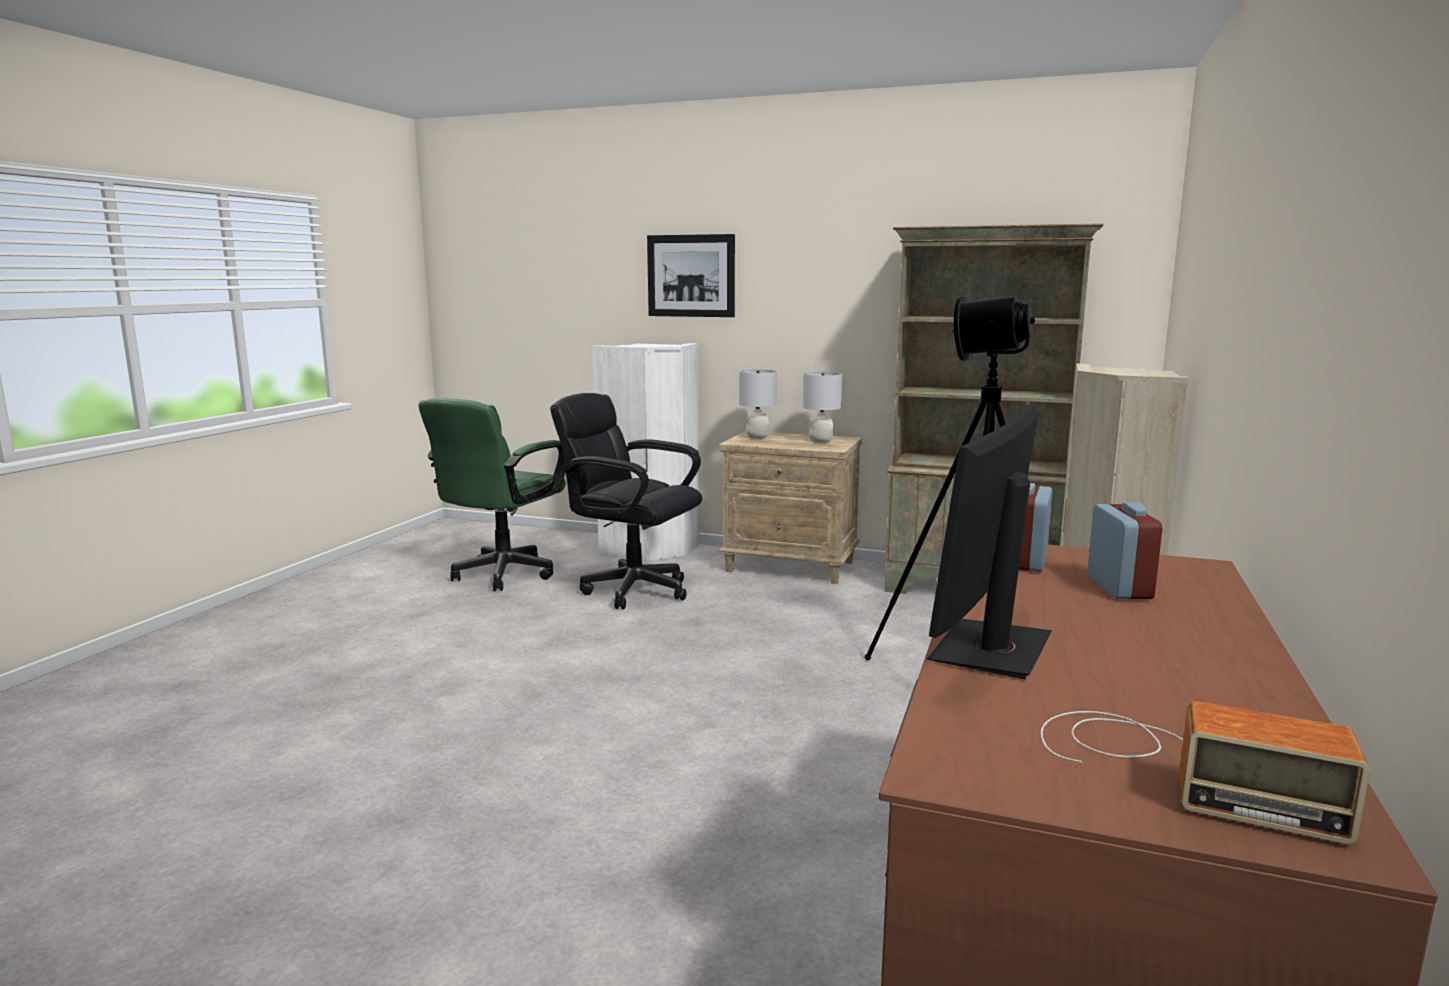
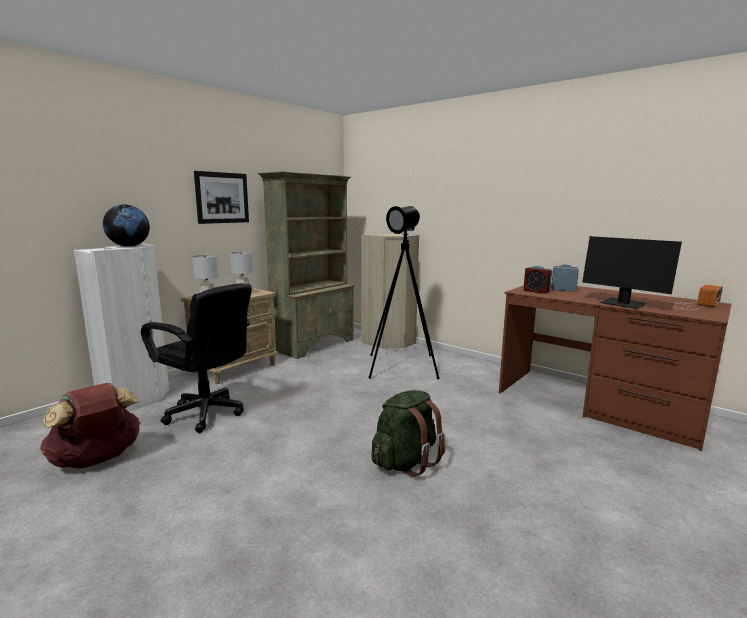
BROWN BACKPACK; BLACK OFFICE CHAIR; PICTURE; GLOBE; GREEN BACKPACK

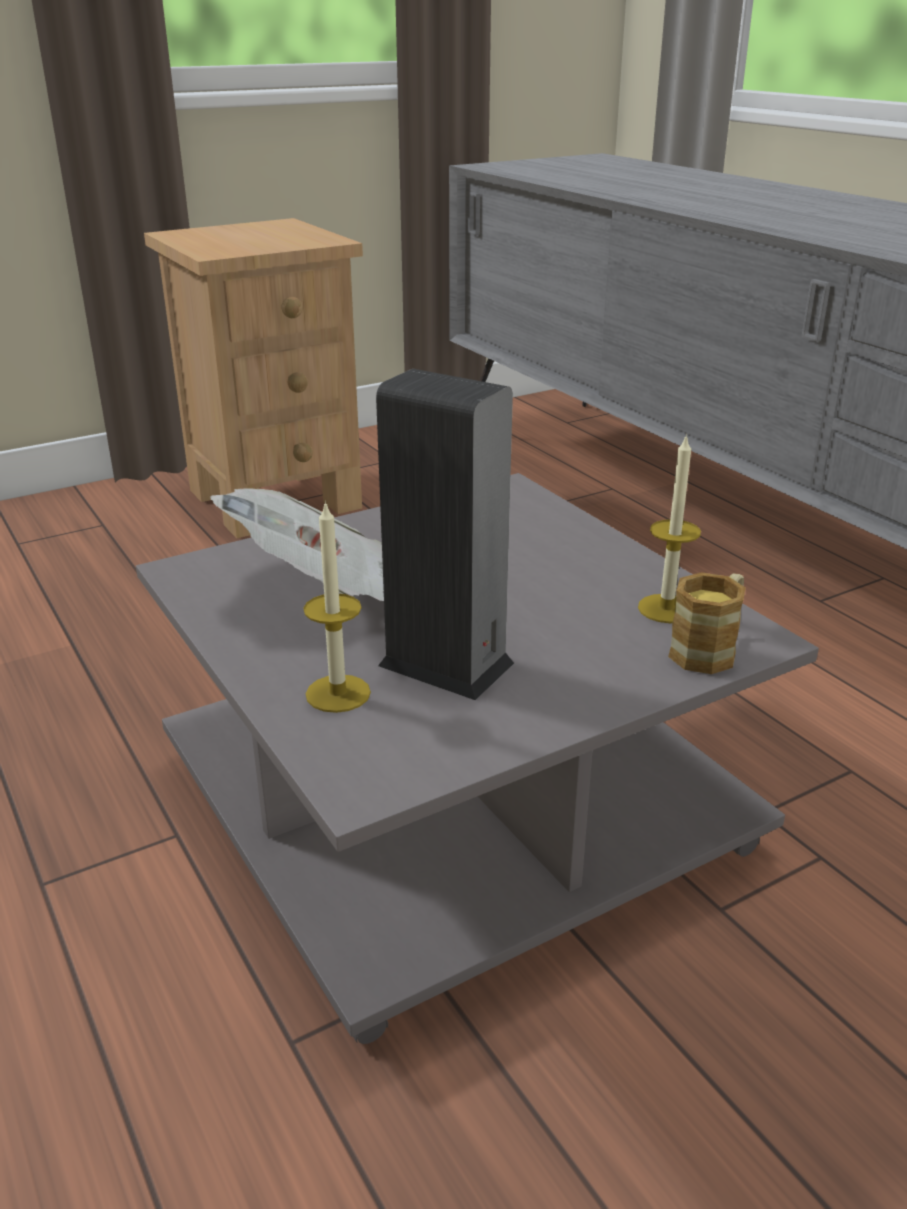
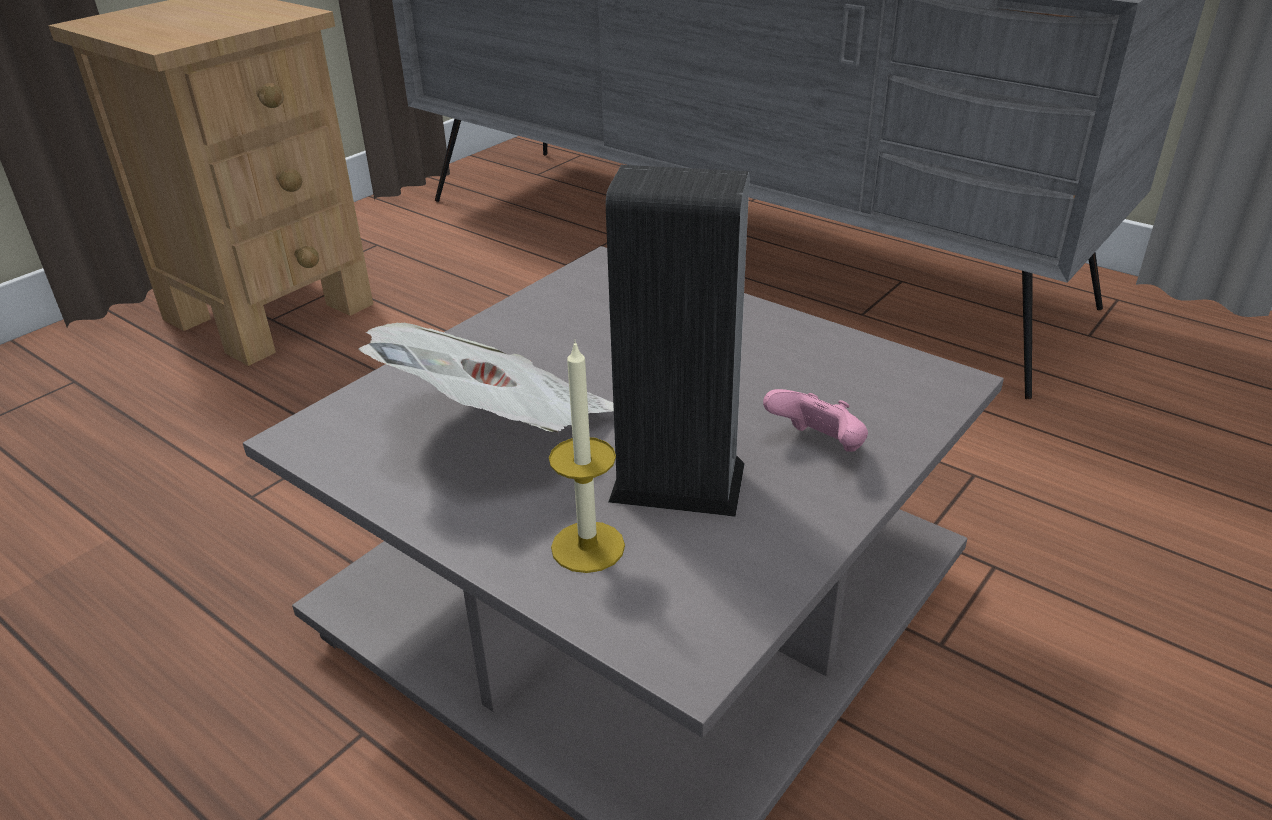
CANDLE (no. 2 from left in the first image); MUG; PINK GAME CONTROLLER

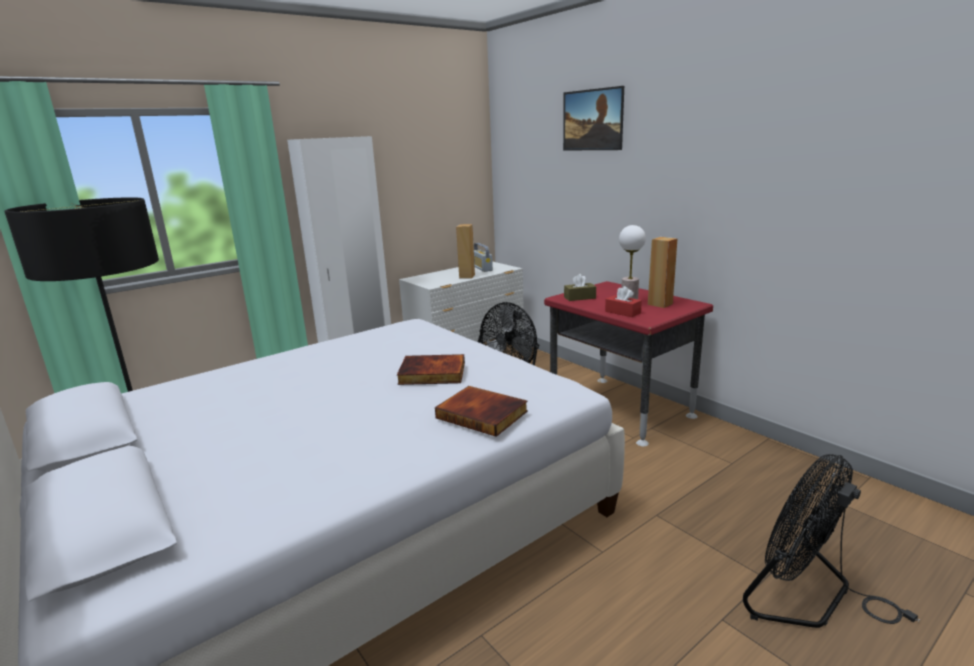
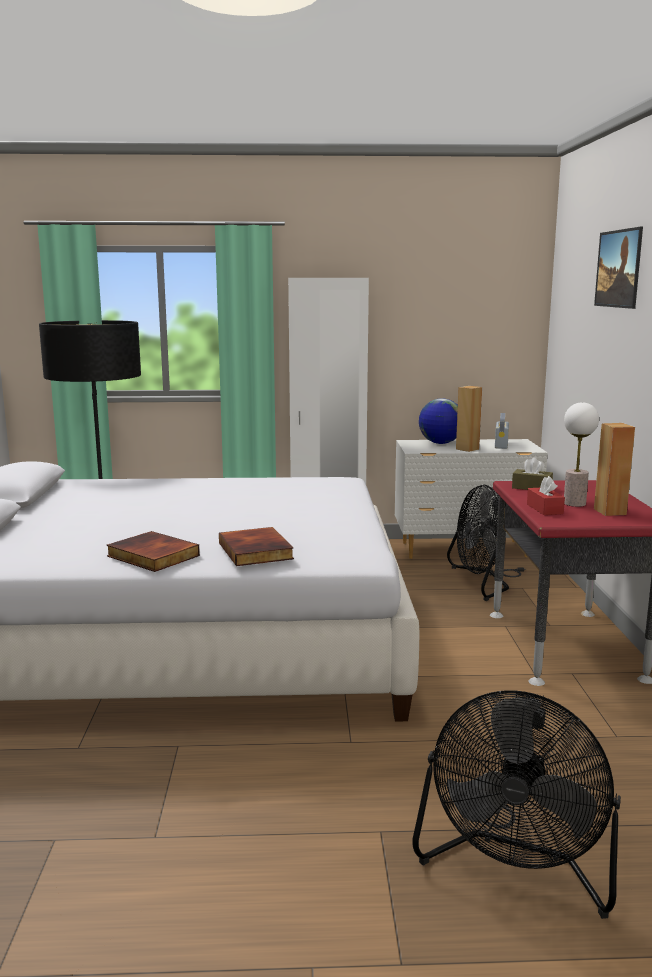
BOOK (no. 1 from left); BLACK FAN (no. 2 from left); GLOBE

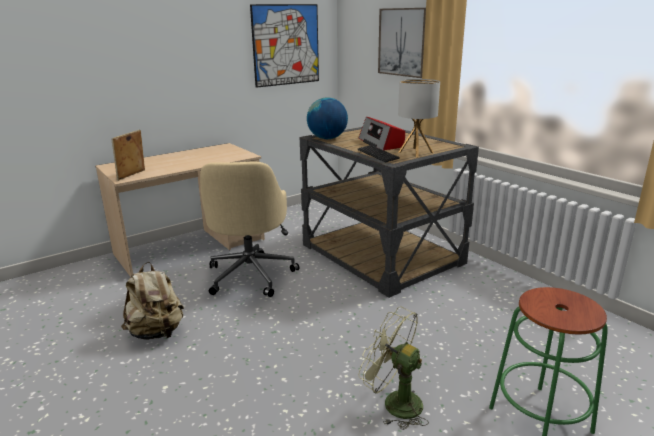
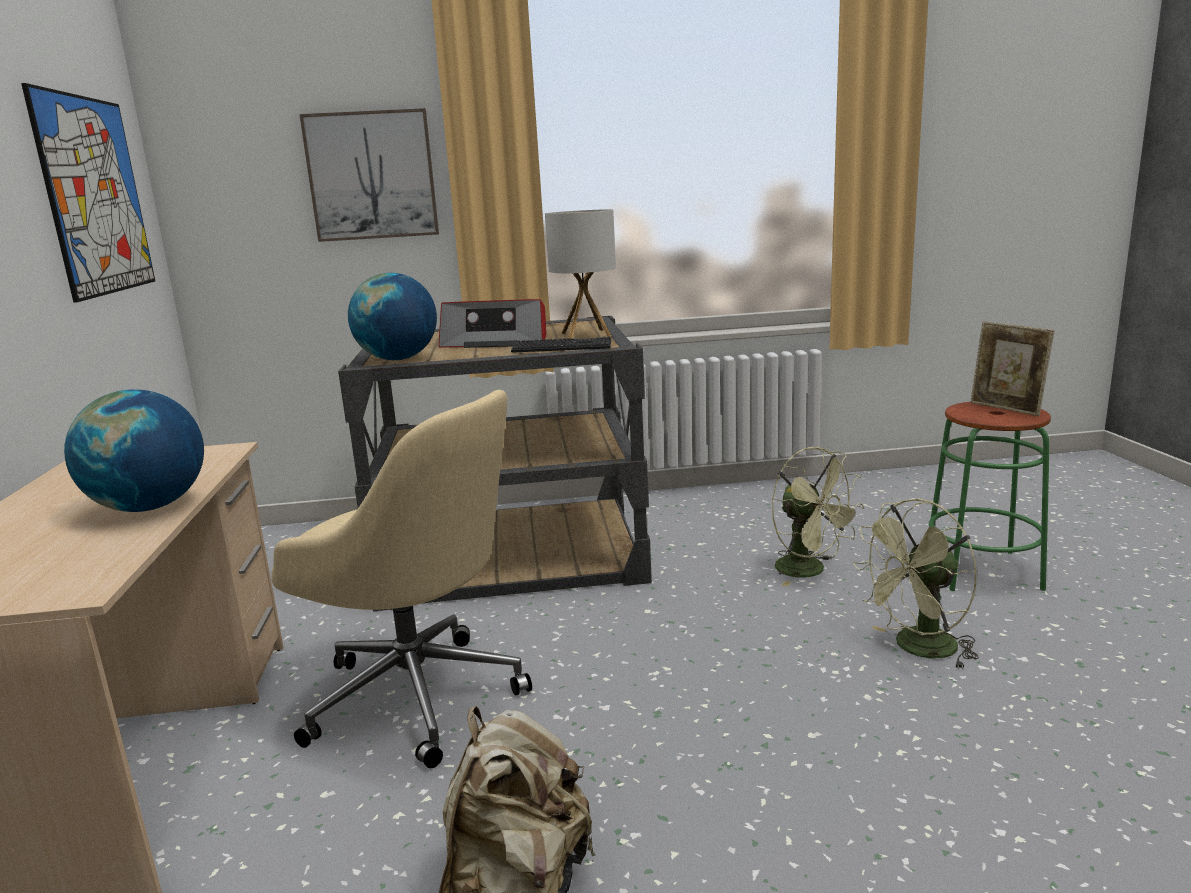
PICTURE FRAME; GLOBE (no. 1 from left); GREEN FAN (no. 1 from left)

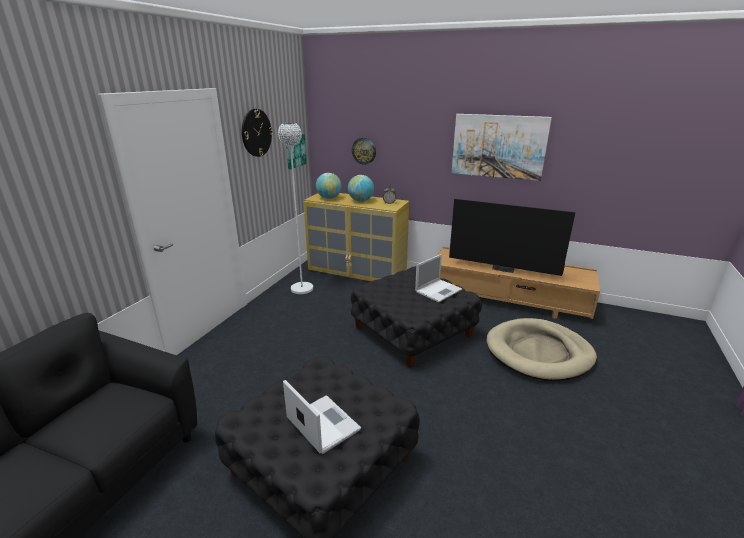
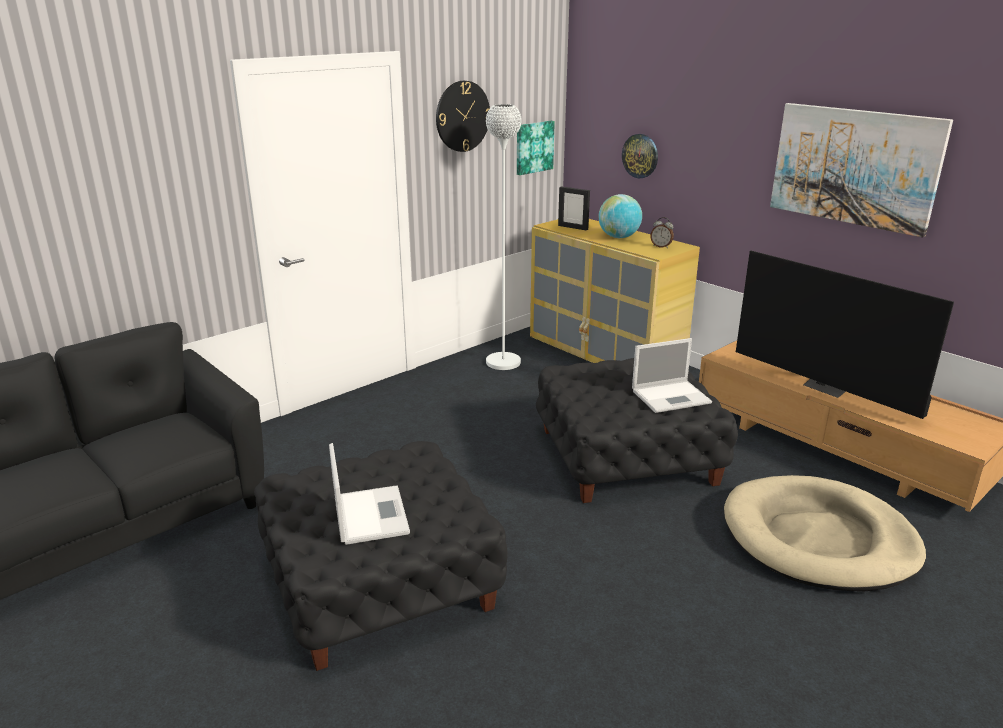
PICTURE FRAME

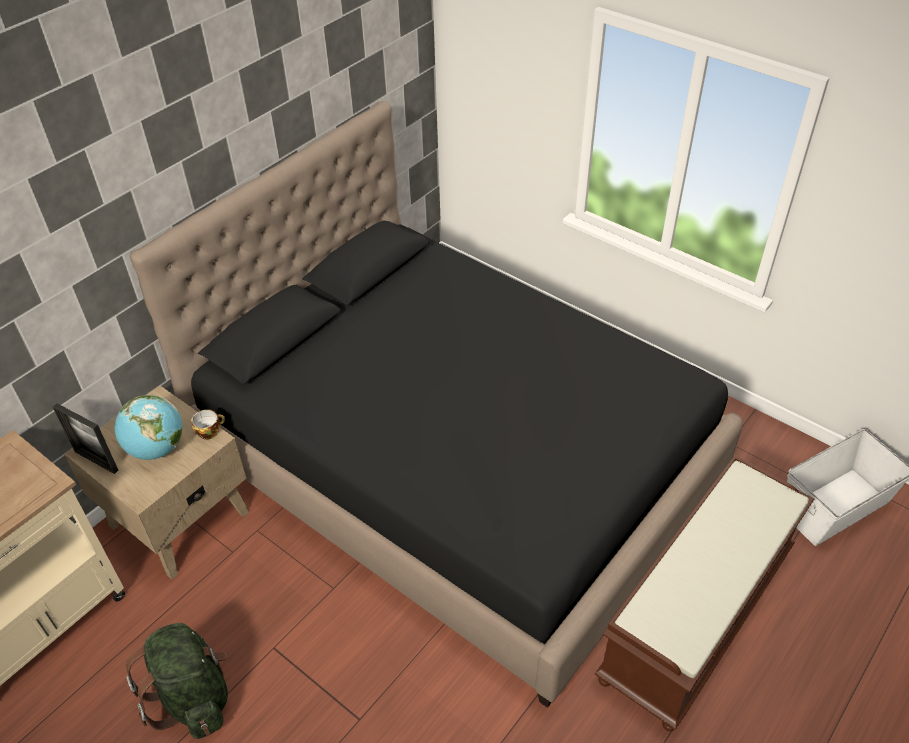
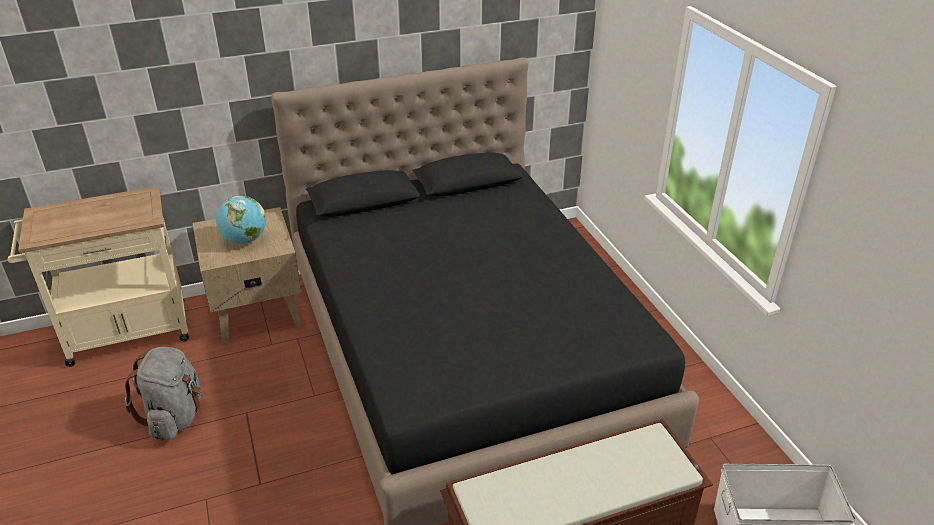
PICTURE FRAME; GREY BACKPACK; CUP

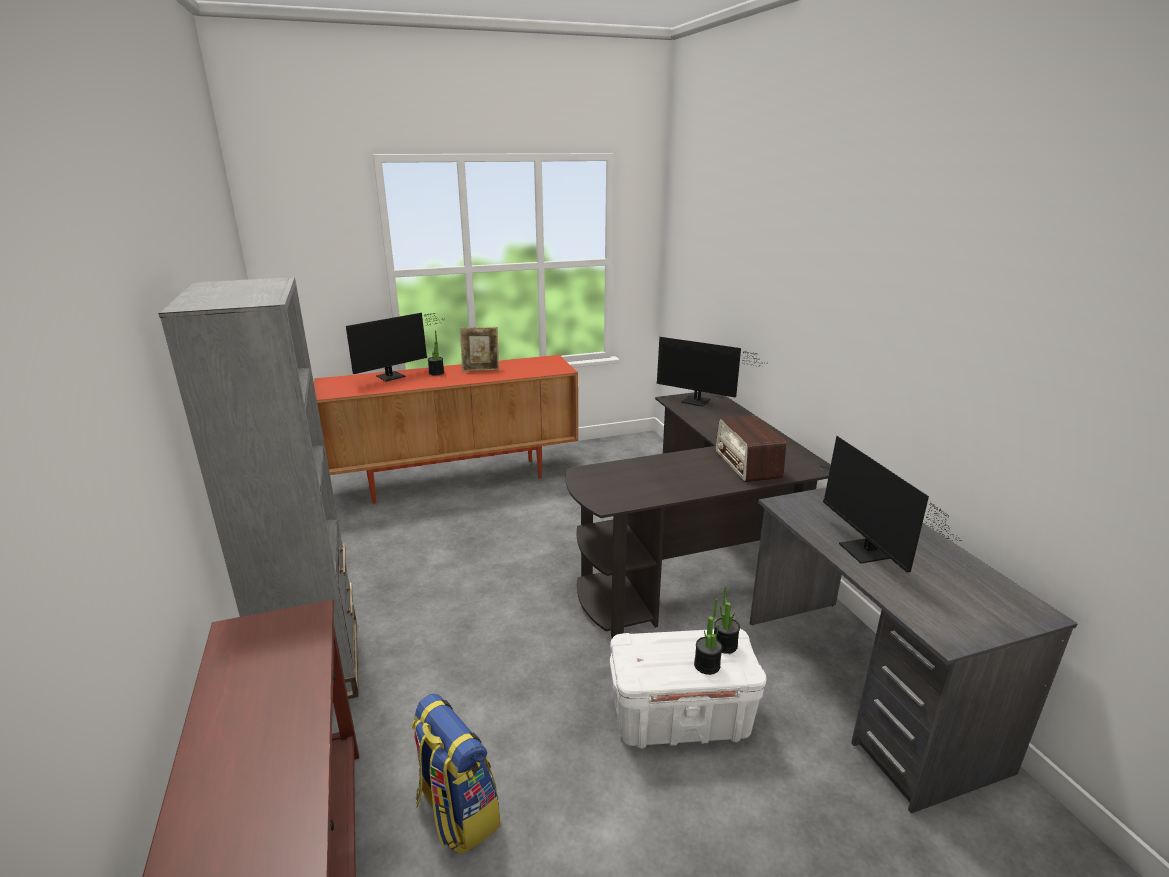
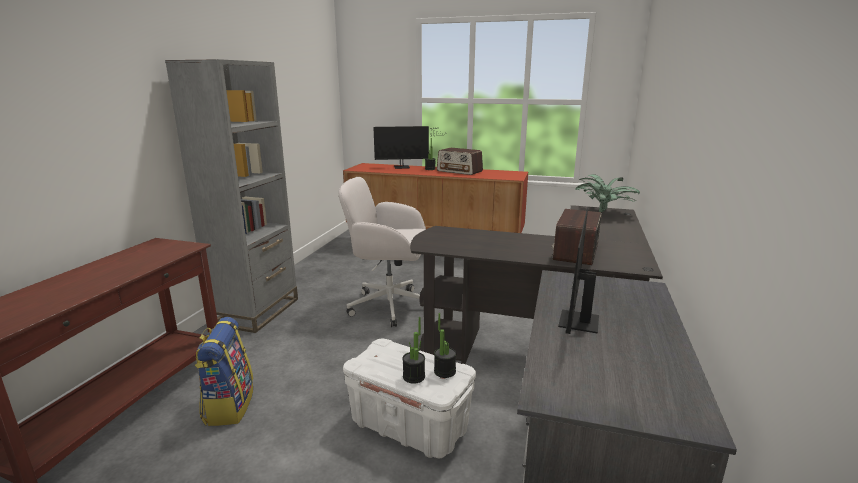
RADIO (no. 1 from left); POTTED PLANT (no. 4 from left); WHITE OFFICE CHAIR

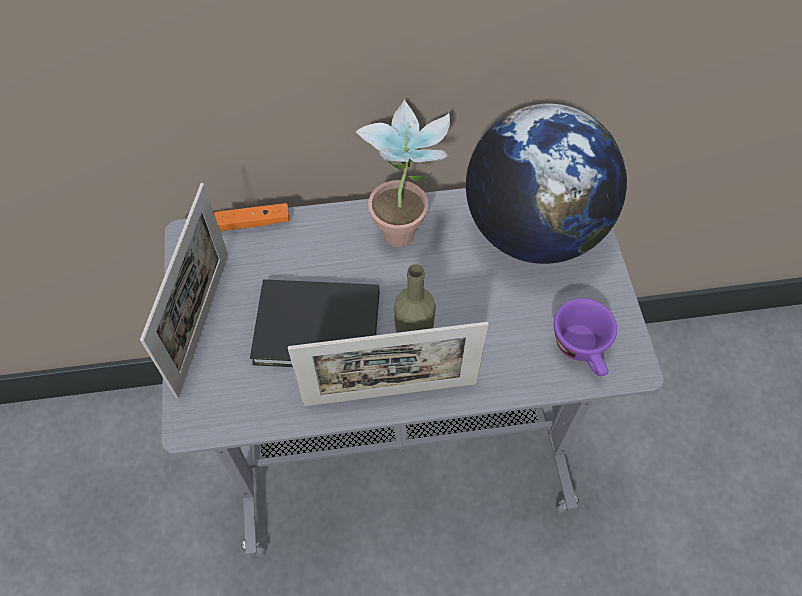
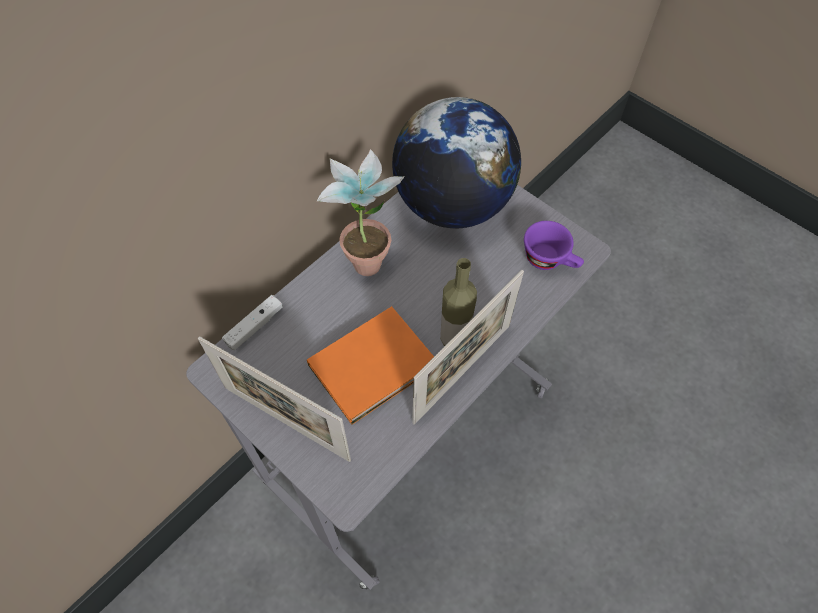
PICTURE FRAME (no. 1 from left); WHITE GAME CONTROLLER; ORANGE BOOK

